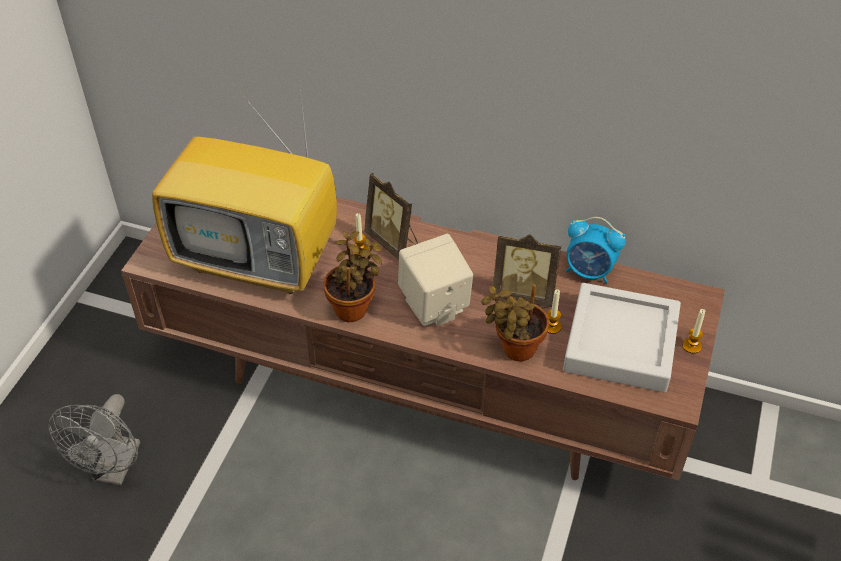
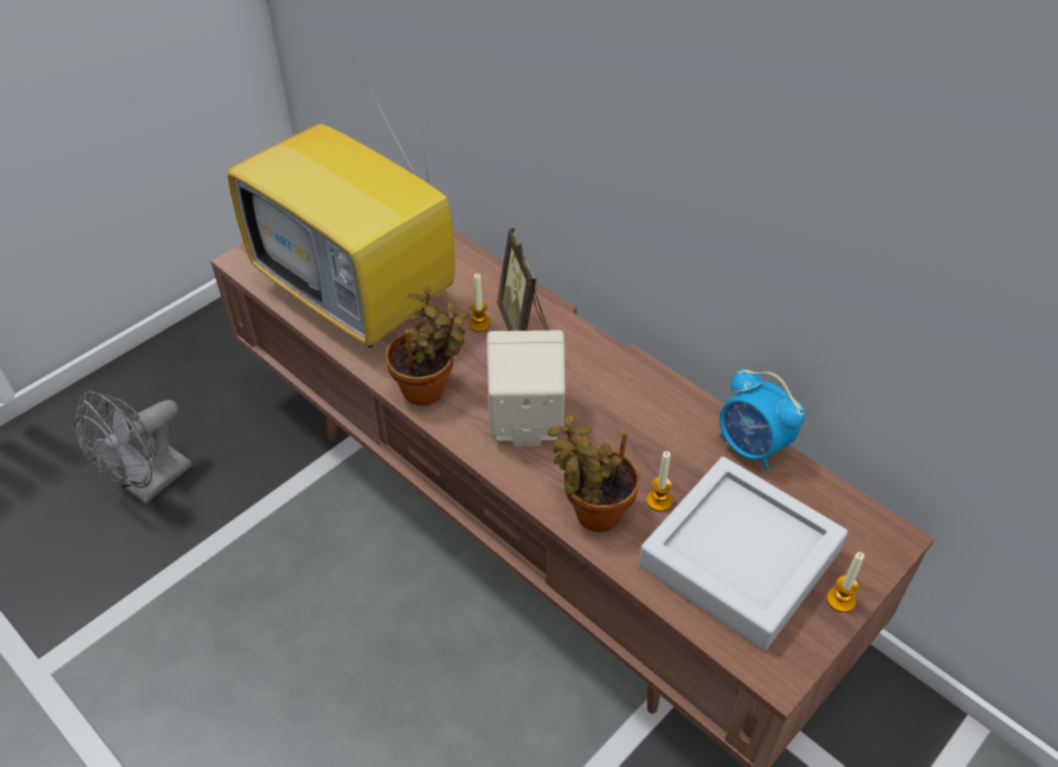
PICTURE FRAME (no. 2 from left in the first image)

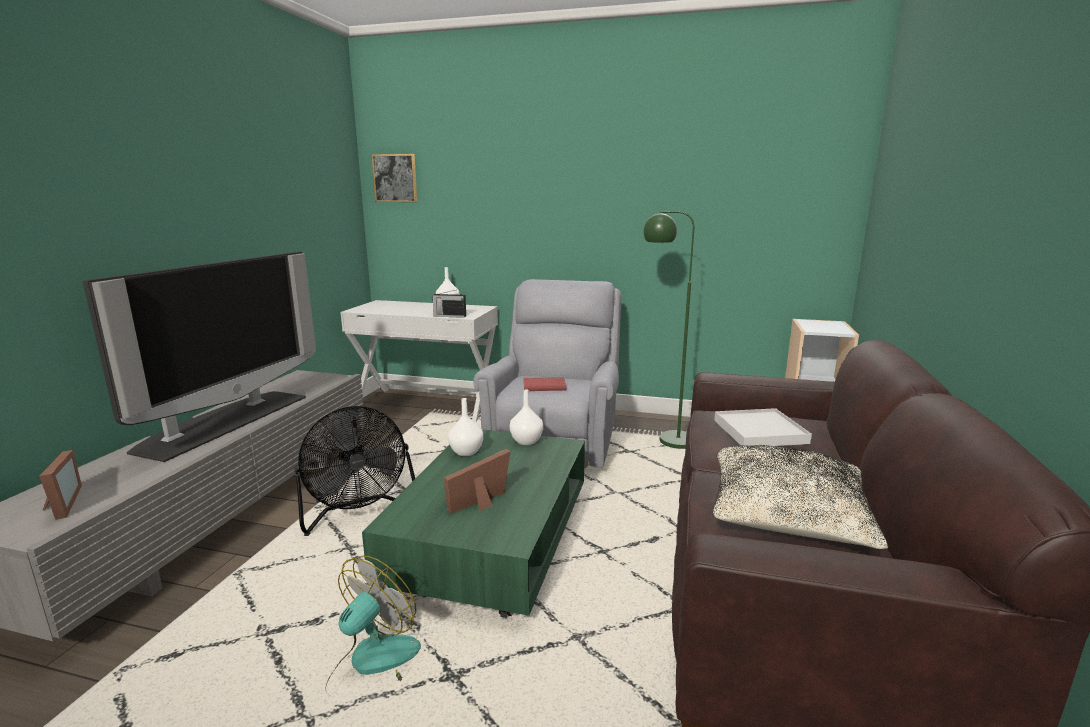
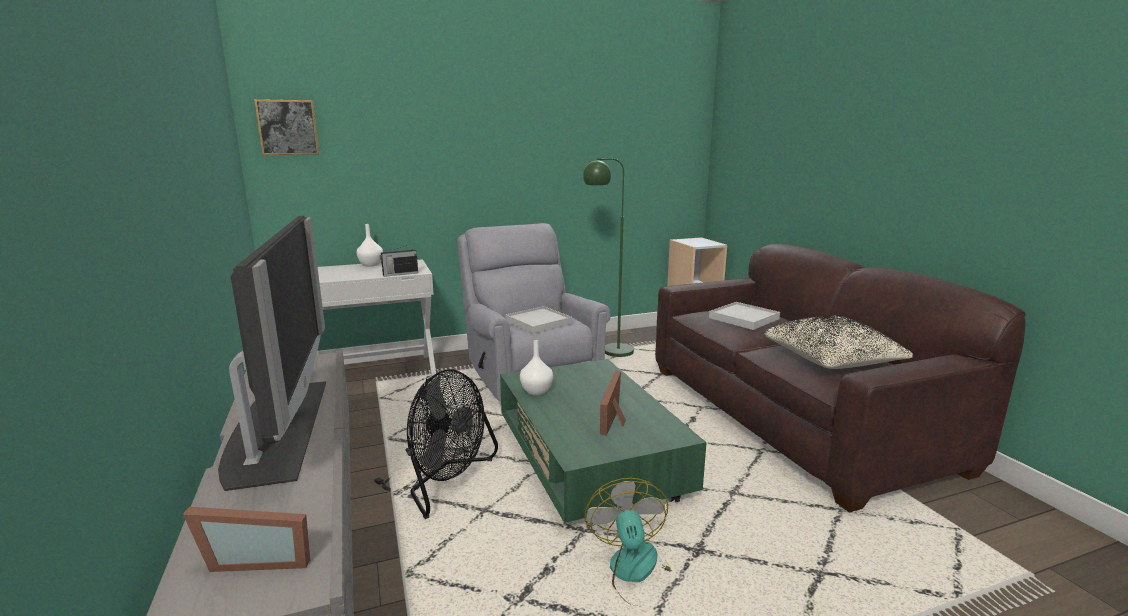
PICTURE FRAME (no. 1 from left); WHITE VASE (no. 3 from left in the first image); WHITE TRAY (no. 1 from left)

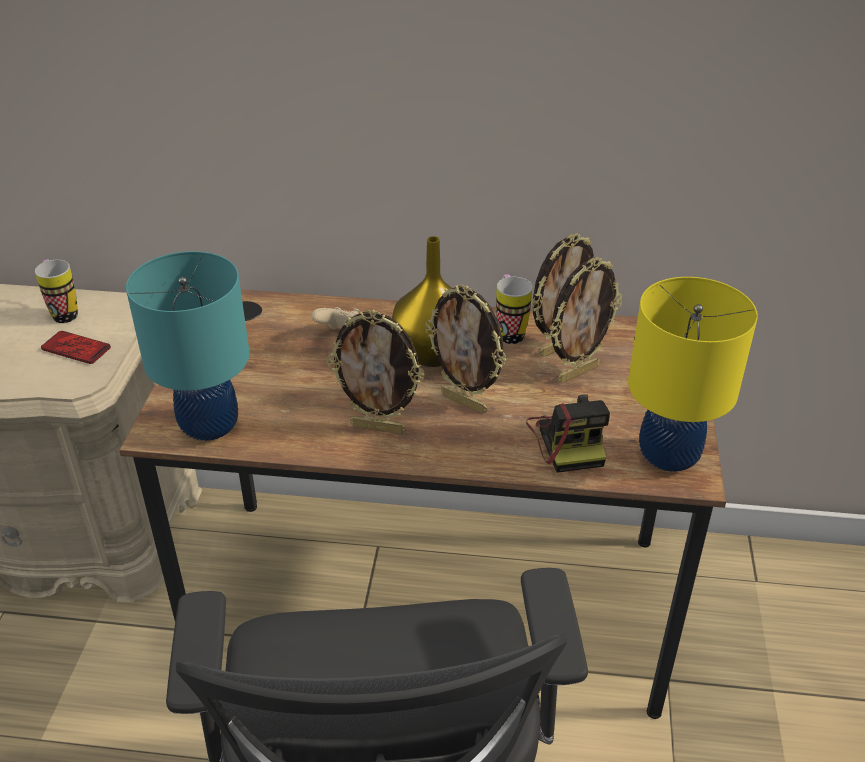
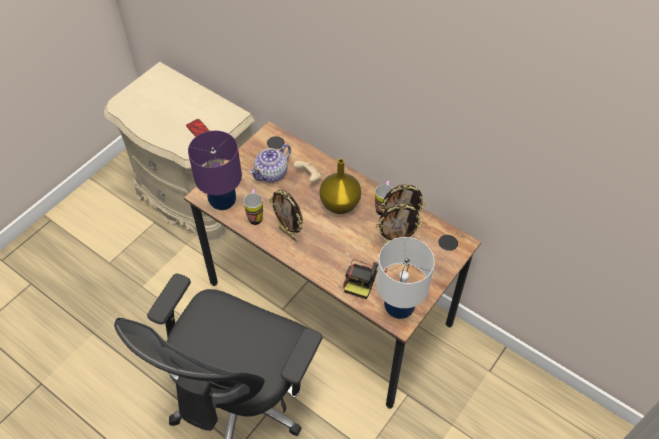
MUG (no. 1 from left); PURPLE TABLE LAMP; PICTURE FRAME (no. 2 from left in the first image); WHITE TABLE LAMP; TEAPOT

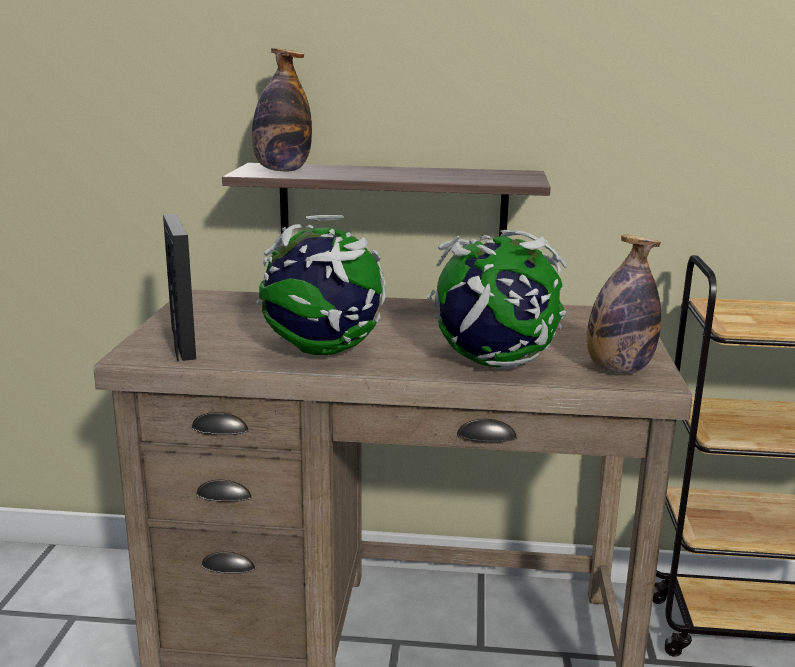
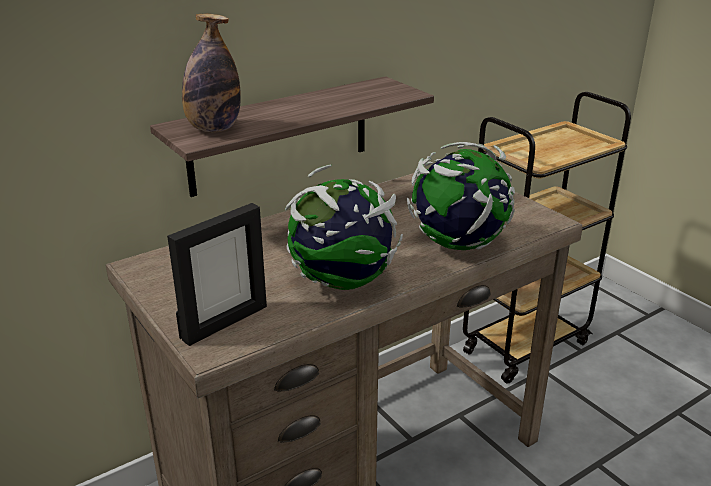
PICTURE FRAME; BOTTLE (no. 2 from left in the first image)

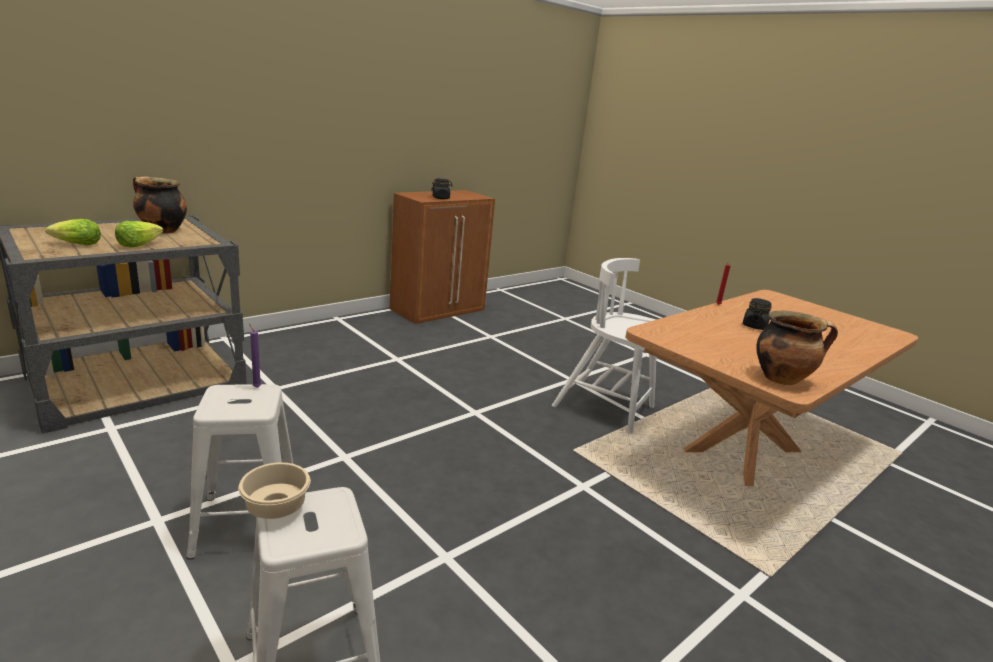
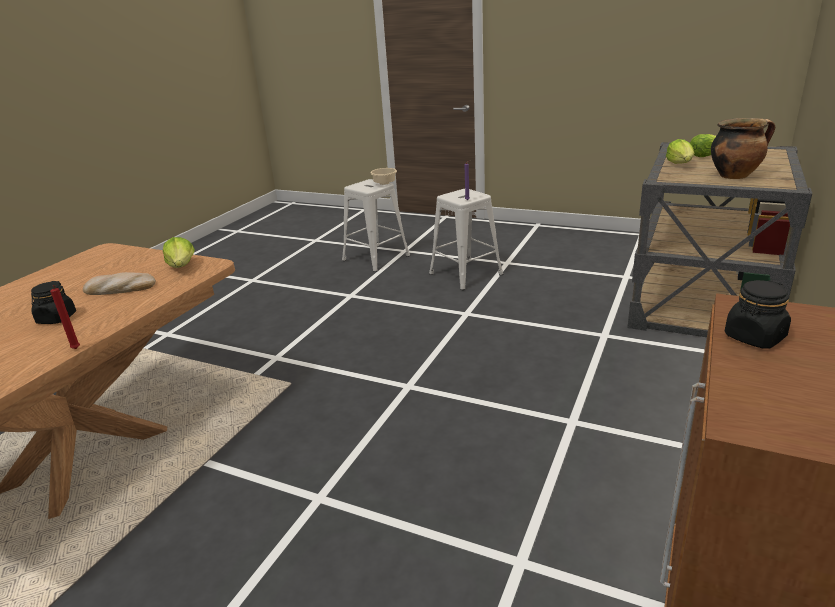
WHITE CHAIR; COOKING POT (no. 2 from left in the first image); BREAD; LETTUCE (no. 1 from left)

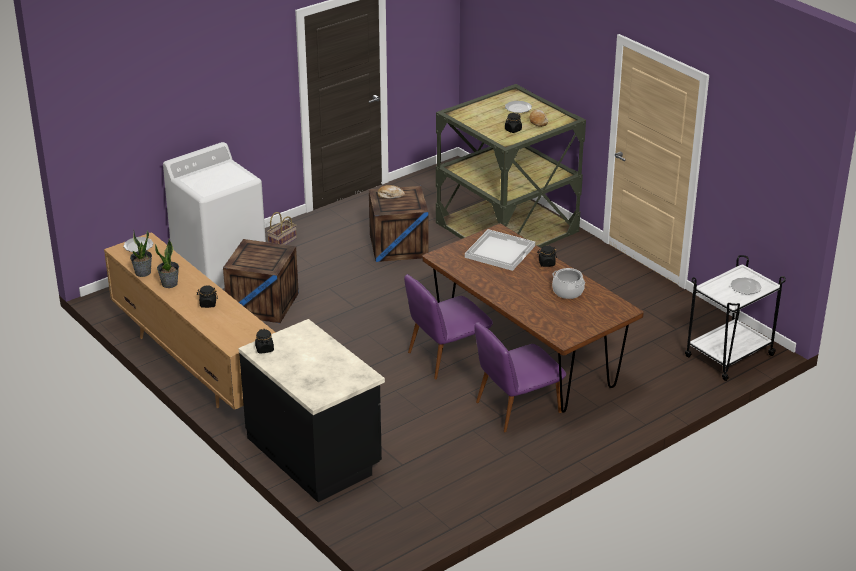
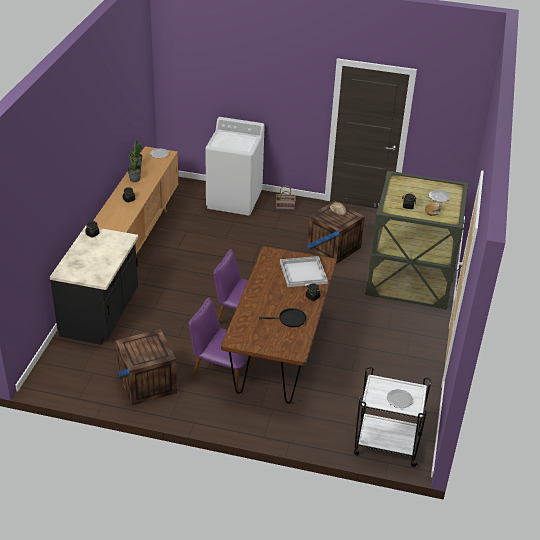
CRATE (no. 1 from left); BLACK FRYING PAN

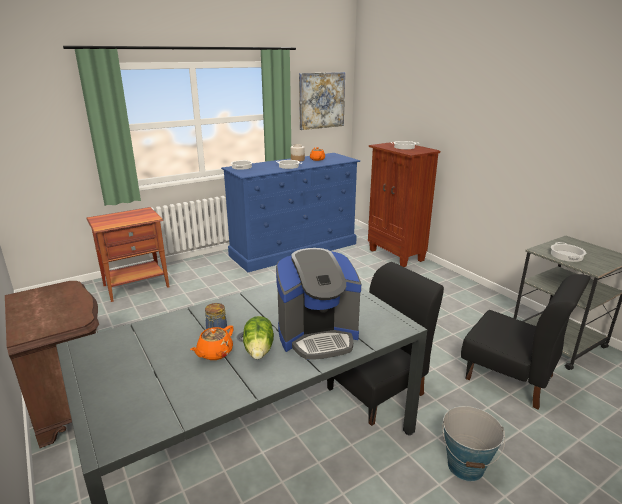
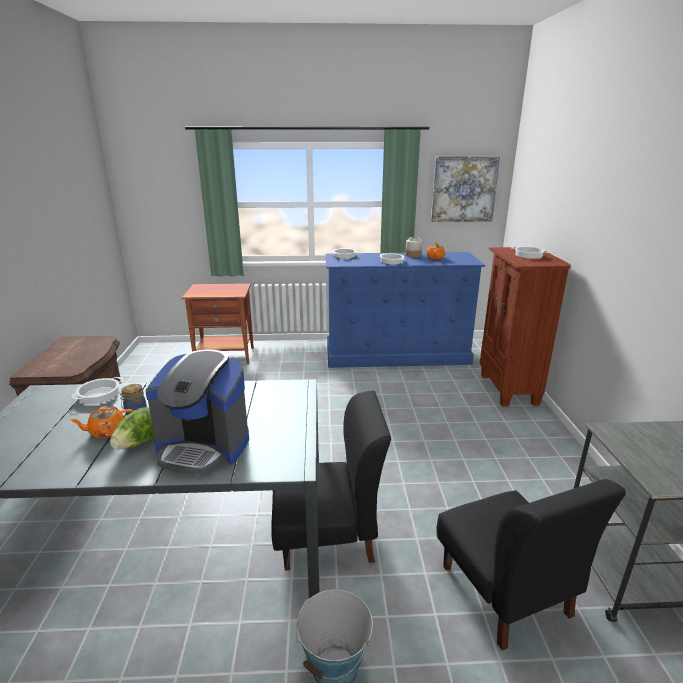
COOKING POT (no. 1 from left)

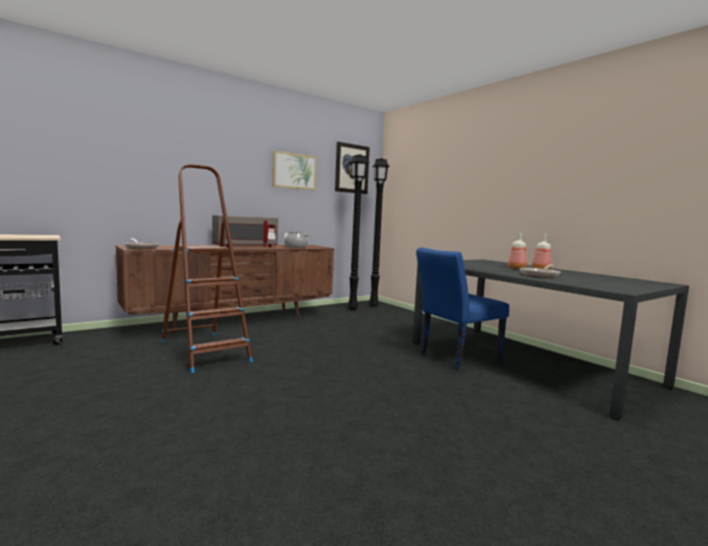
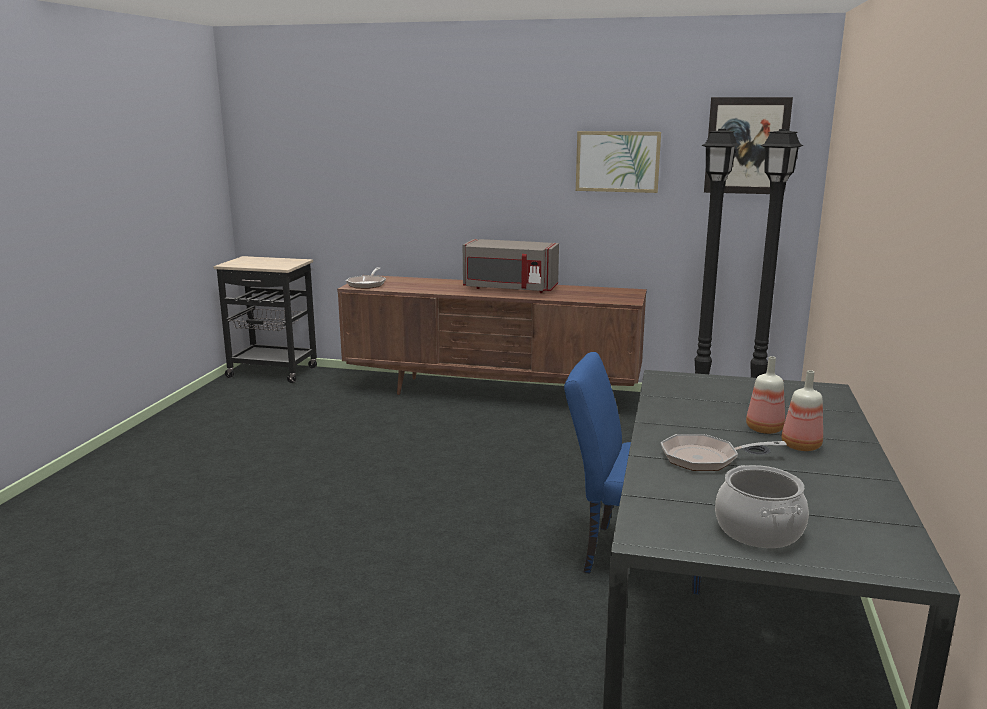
BROWN STEP LADDER; COOKING POT

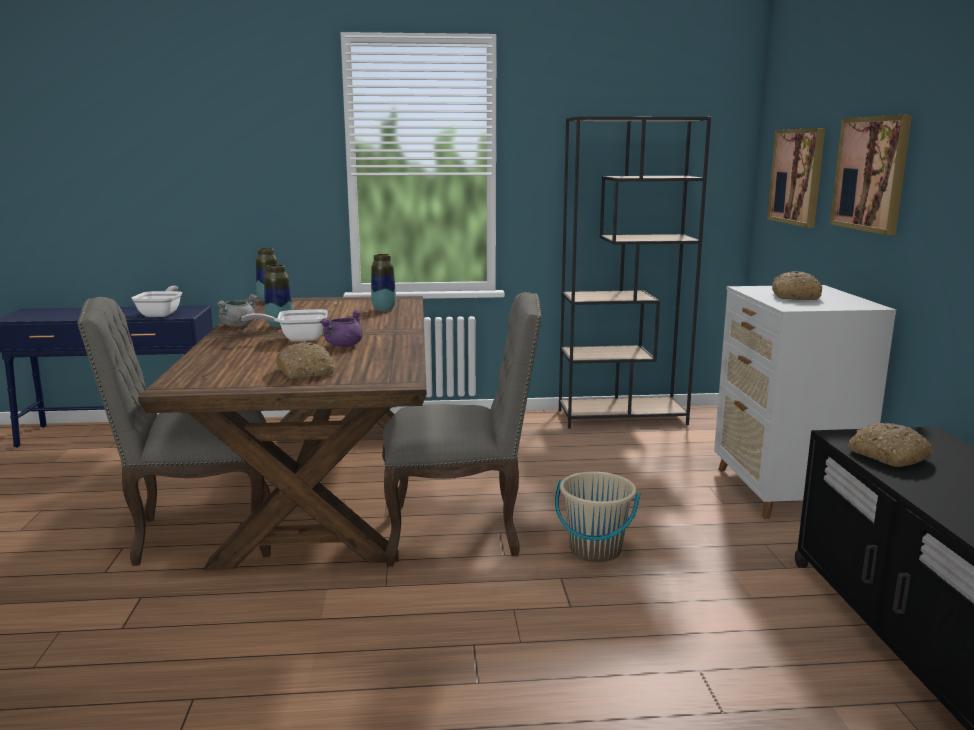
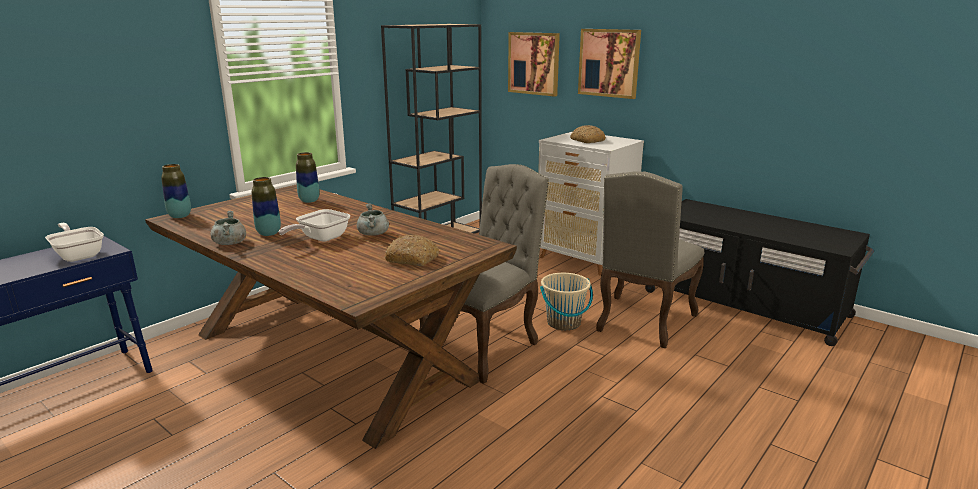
GREY CHAIR (no. 2 from left); GREY COOKING POT (no. 2 from left); BREAD (no. 3 from left in the first image)

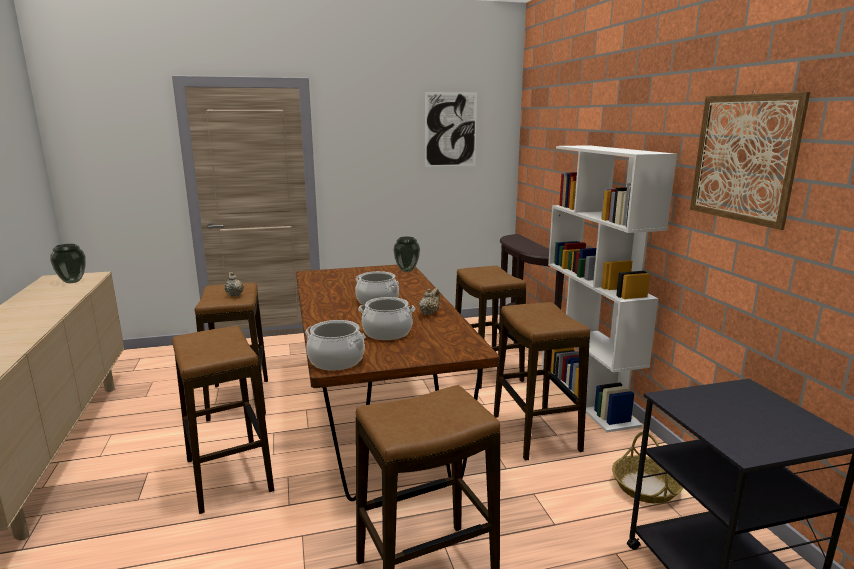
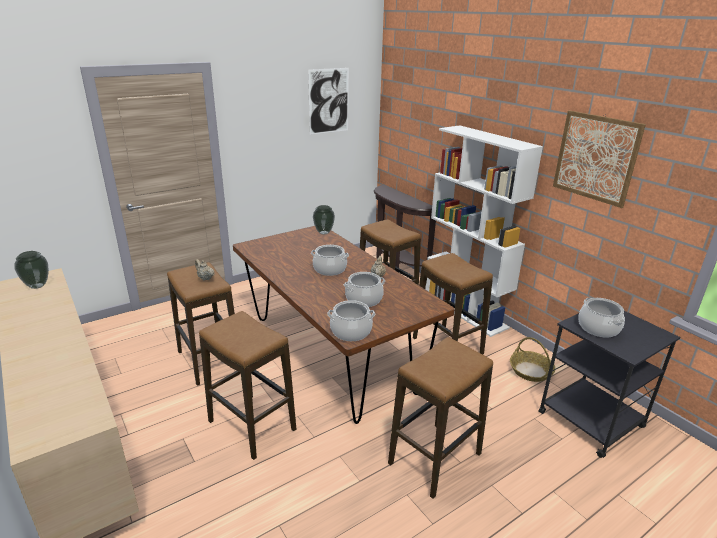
COOKING POT (no. 4 from left)

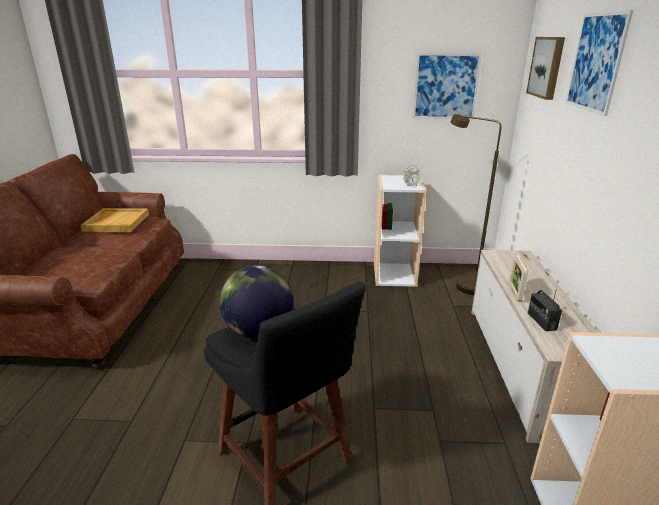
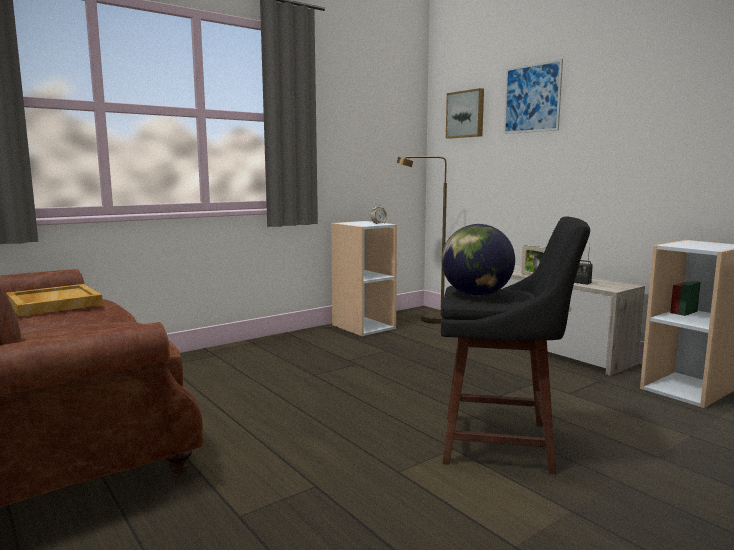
PICTURE (no. 1 from left in the first image)

